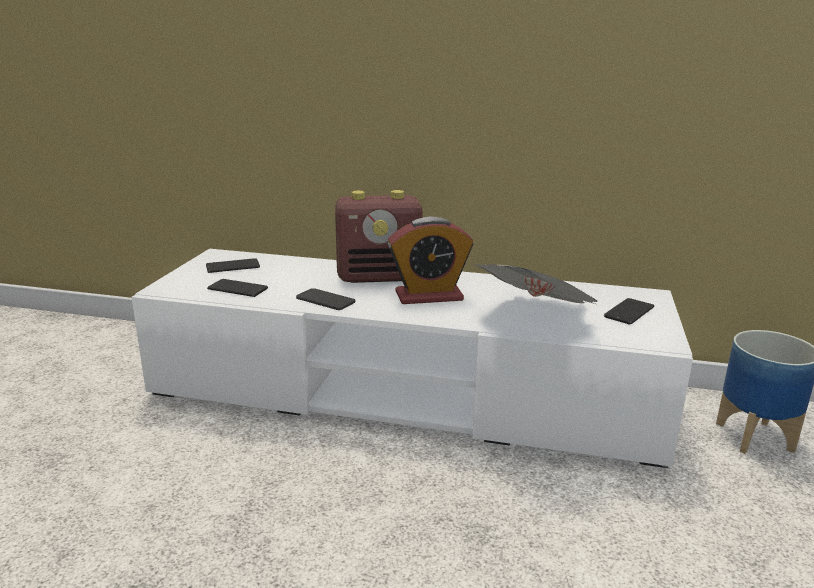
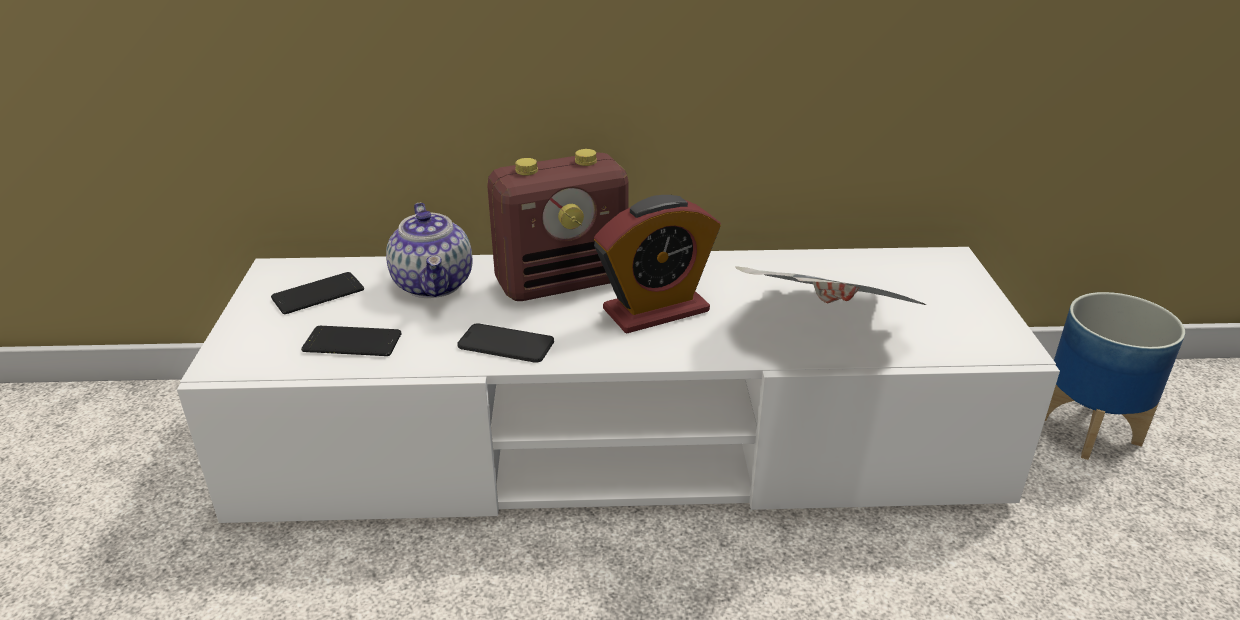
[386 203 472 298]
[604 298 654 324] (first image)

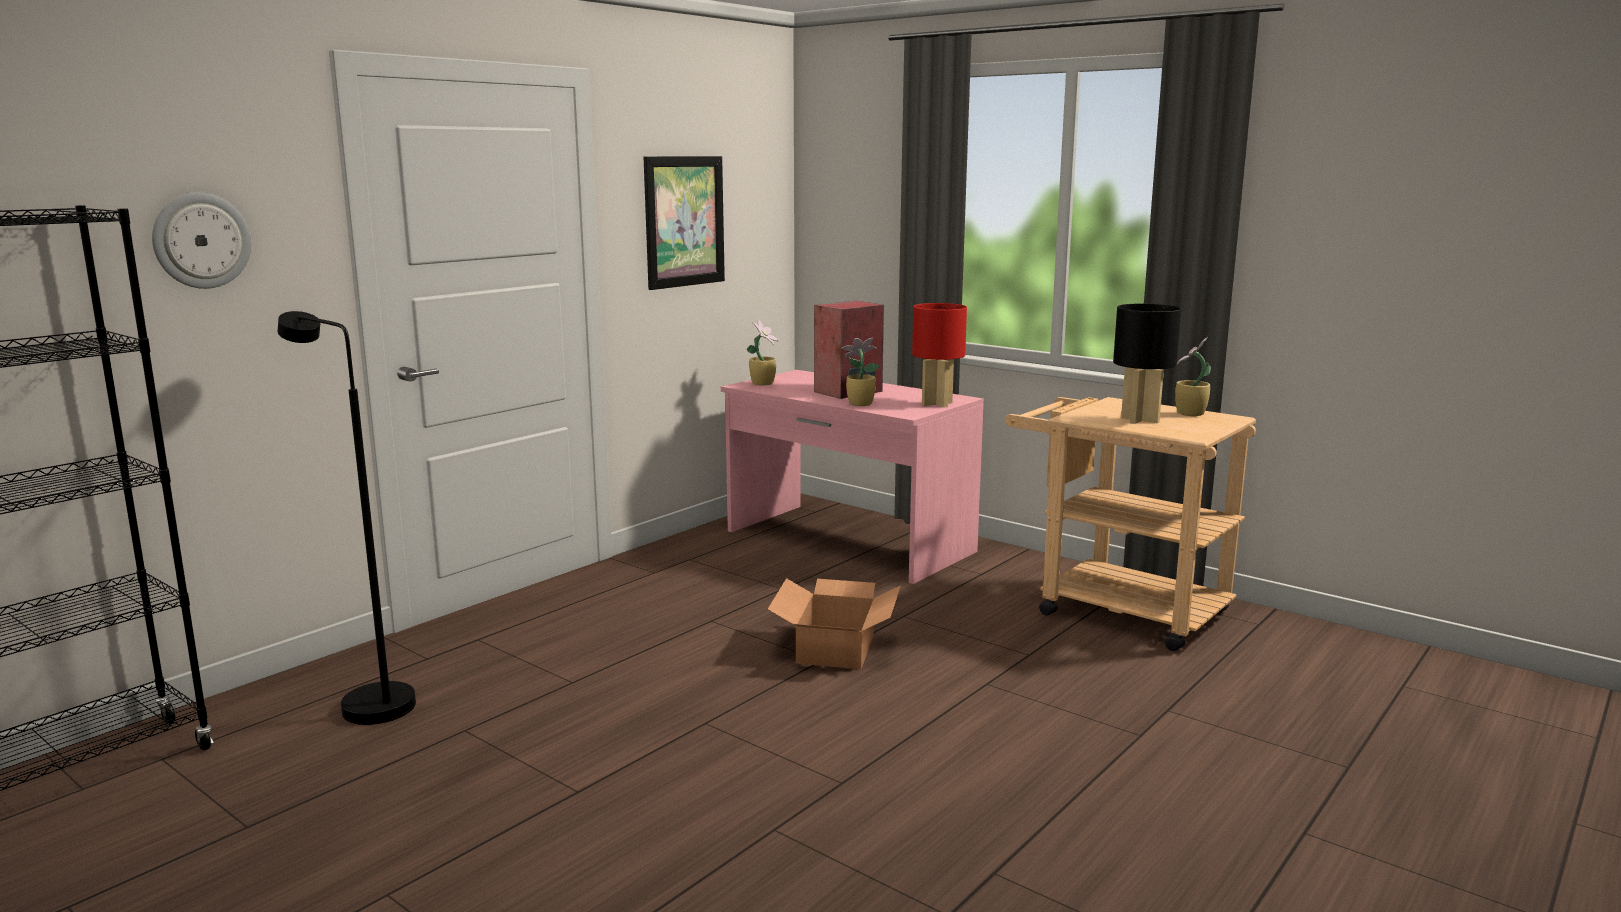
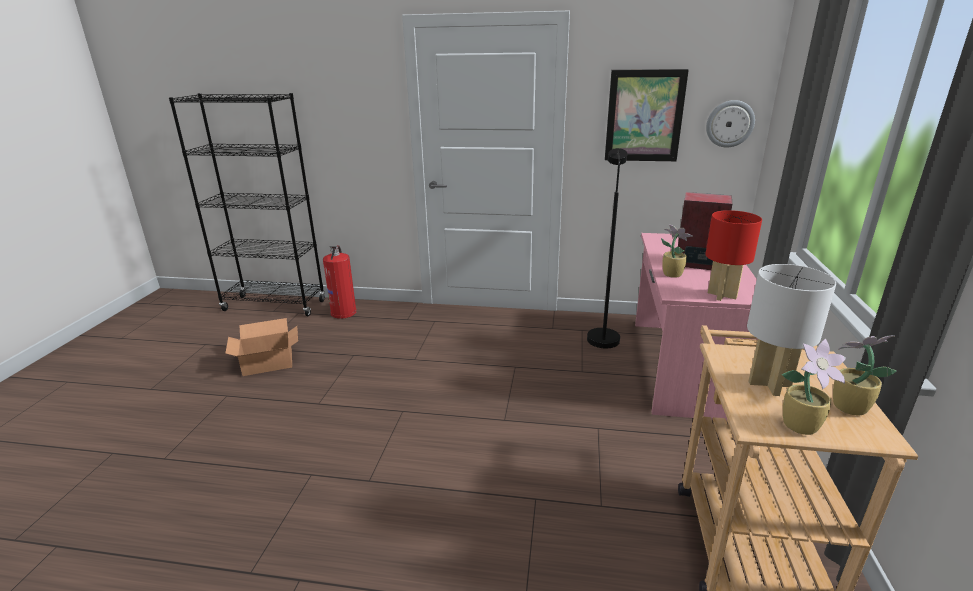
[225 318 298 376]
[323 245 357 319]
[587 148 627 348]
[706 100 755 147]
[747 264 836 396]
[782 339 846 435]

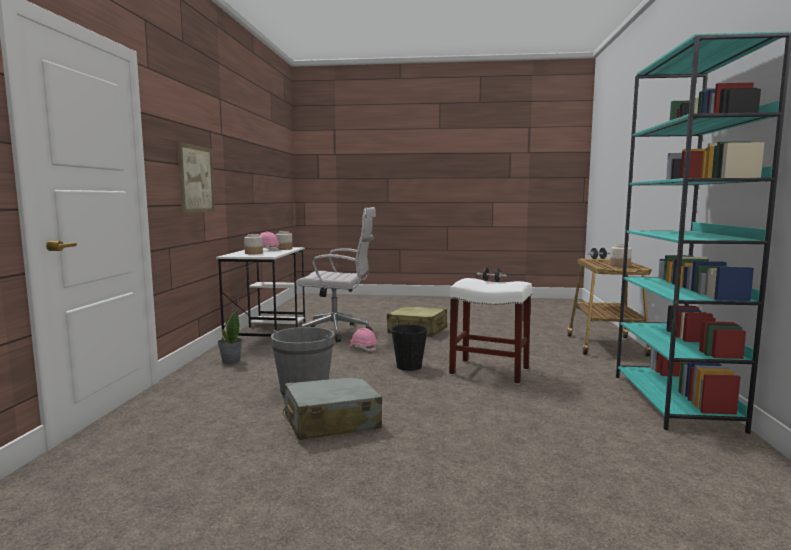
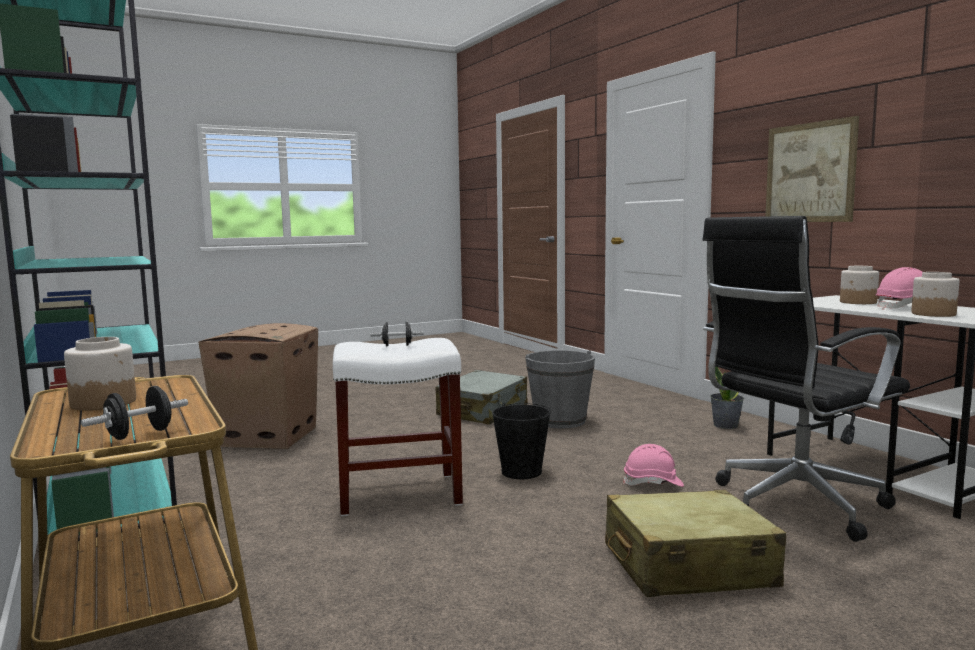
[199 323 318 449]
[702 216 910 542]

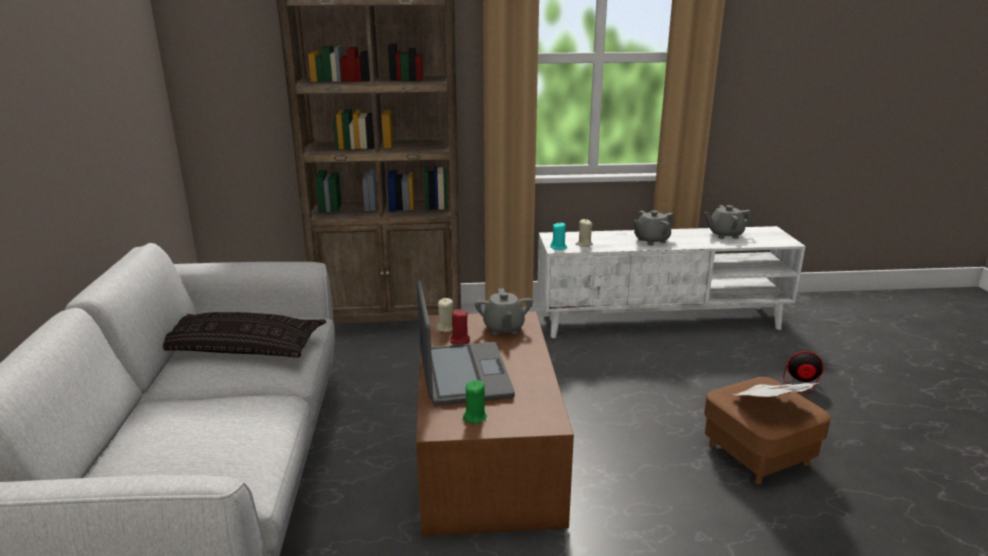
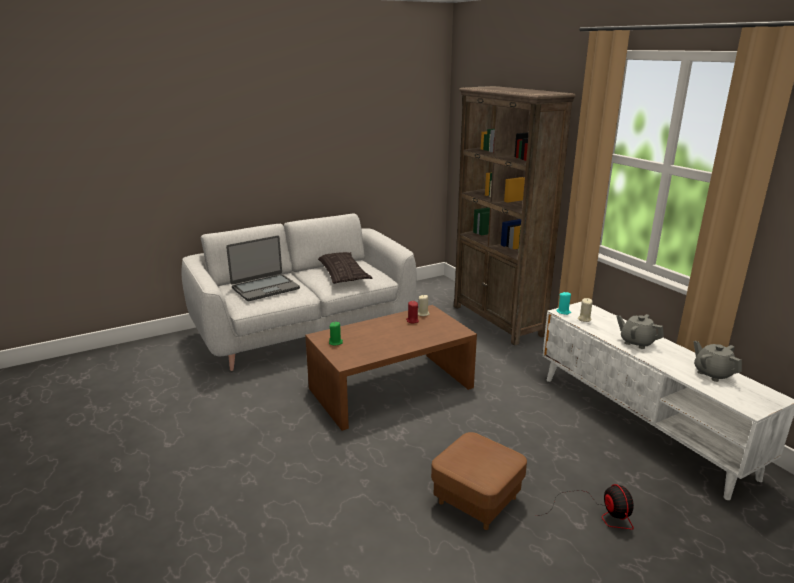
[226 236 300 301]
[475 288 533 335] (first image)
[732 383 820 397] (first image)

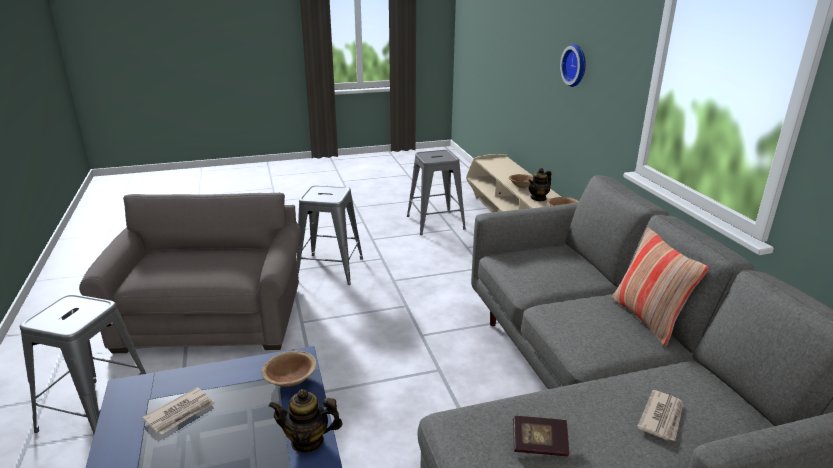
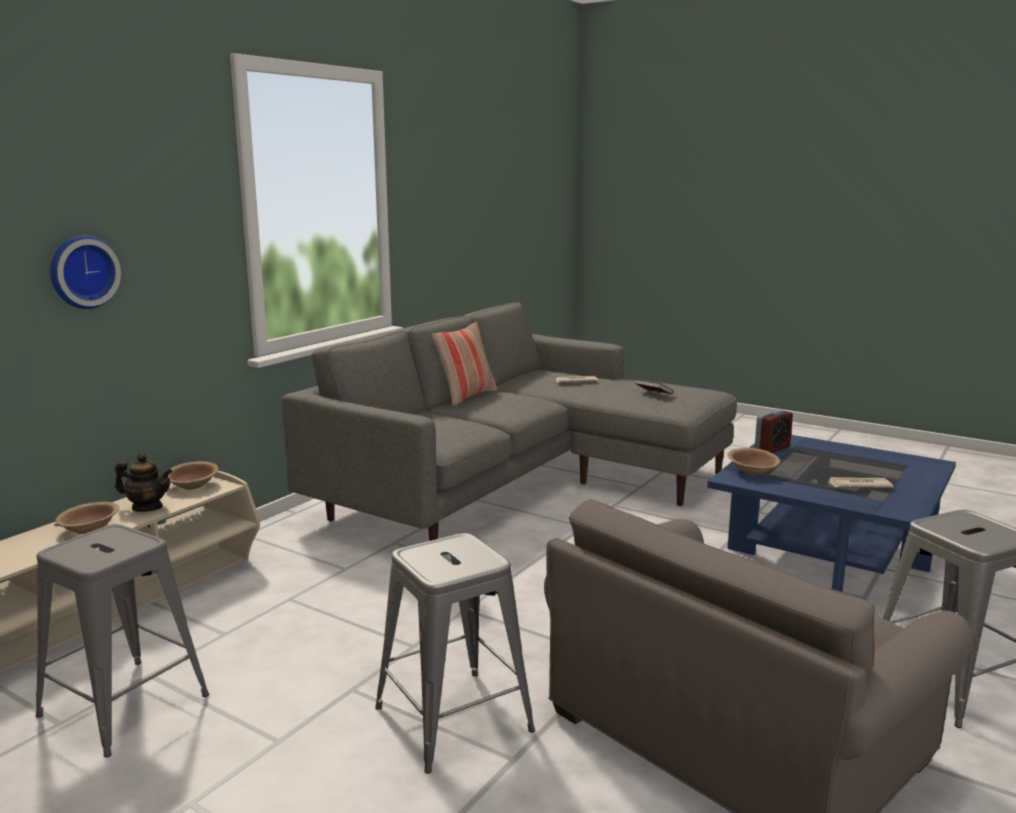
[754 409 793 453]

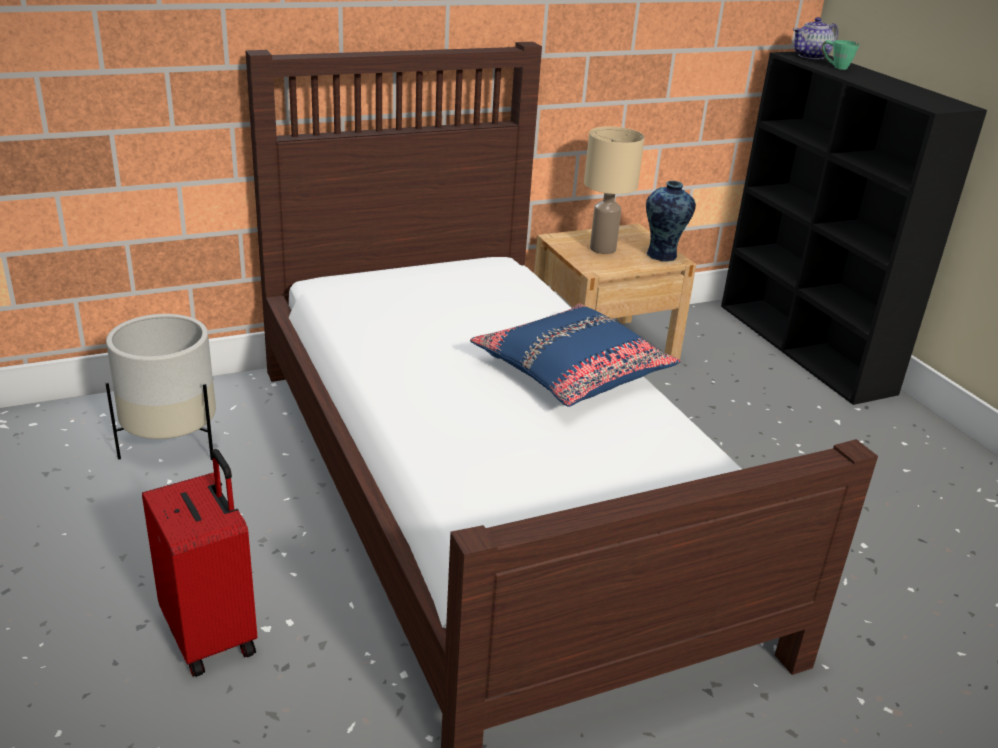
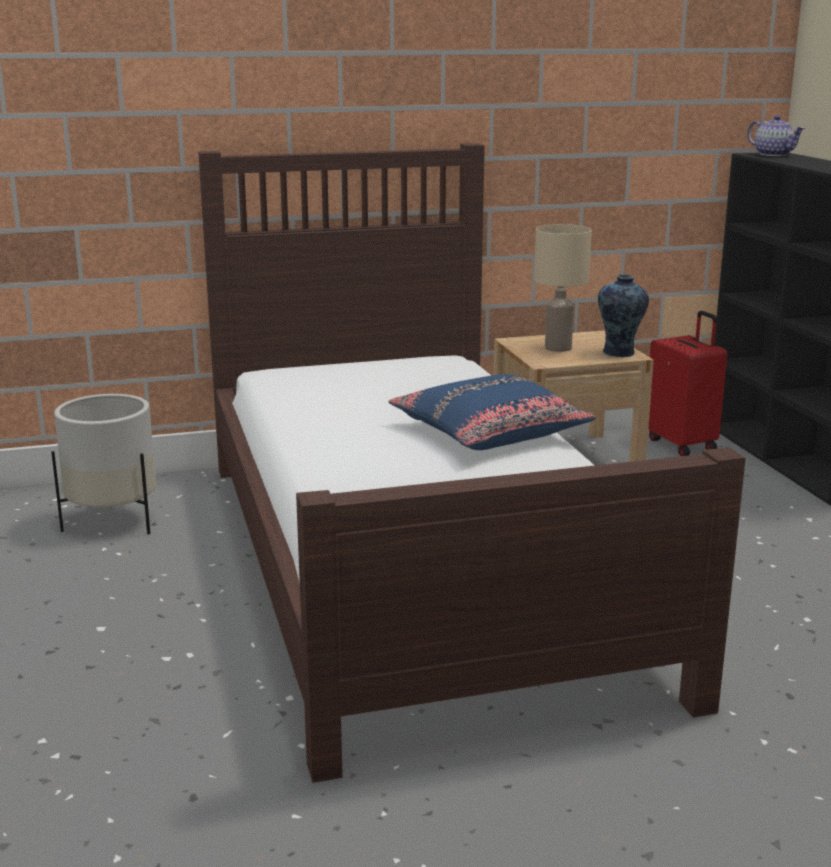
[648 311 727 456]
[747 115 805 156]
[822 40 859 70] (first image)

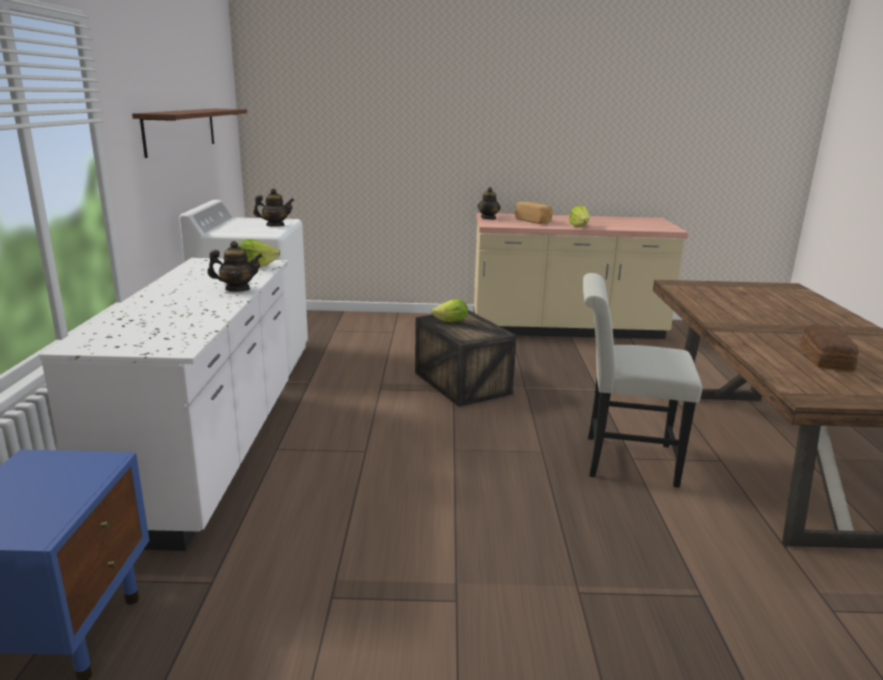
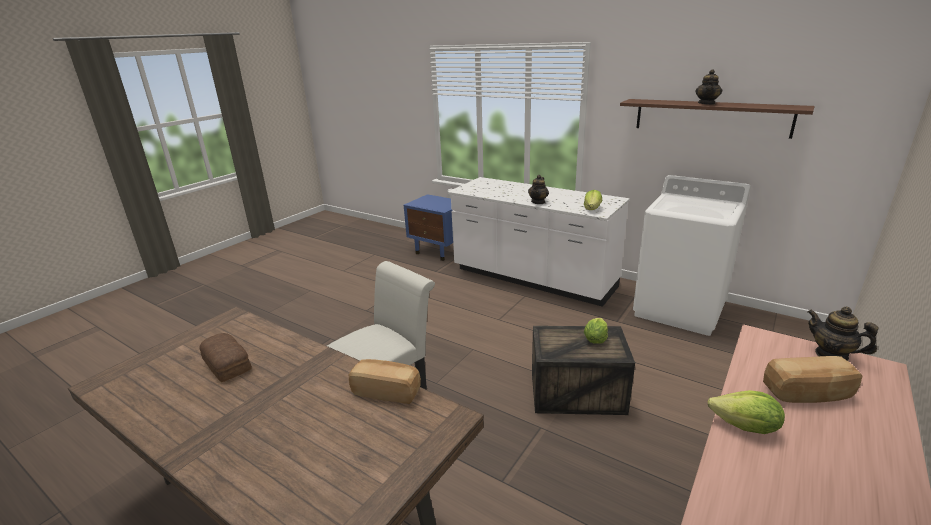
[349 359 421 404]
[695 69 722 105]

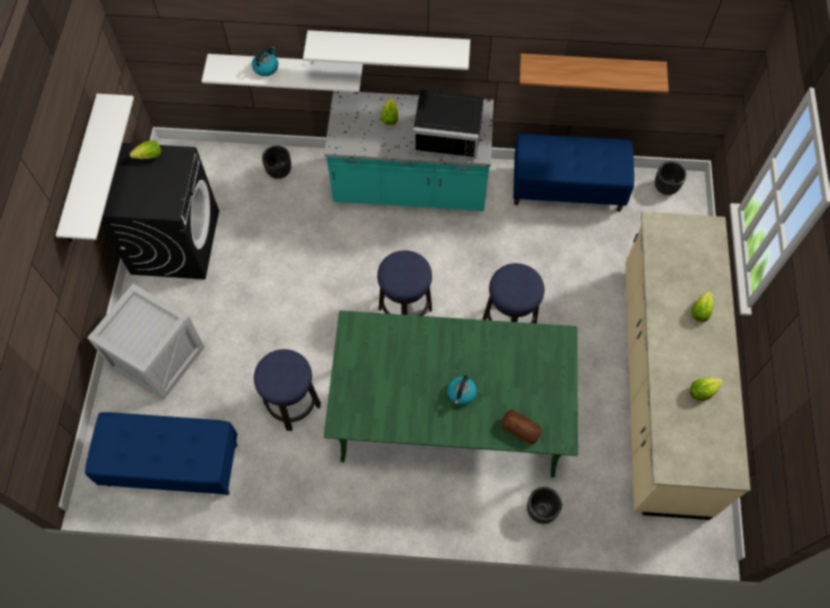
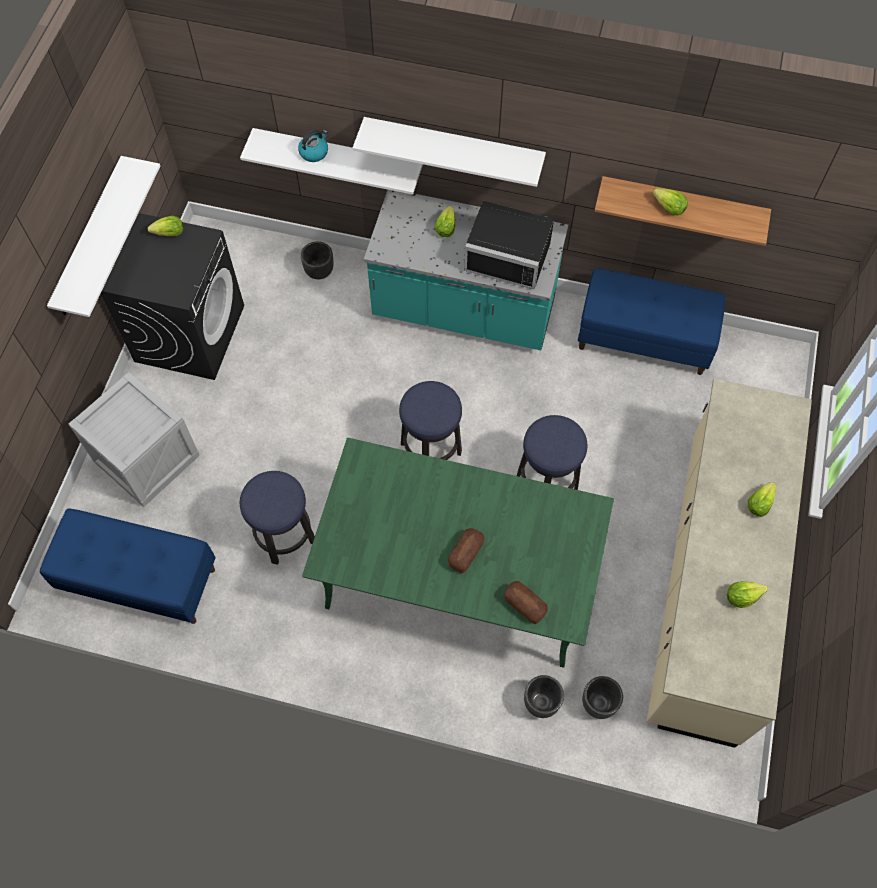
[448 528 485 573]
[582 676 623 719]
[653 188 688 215]

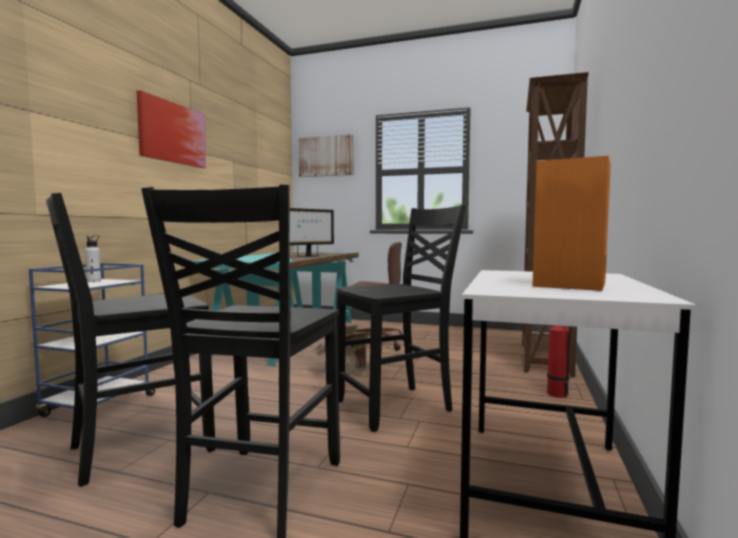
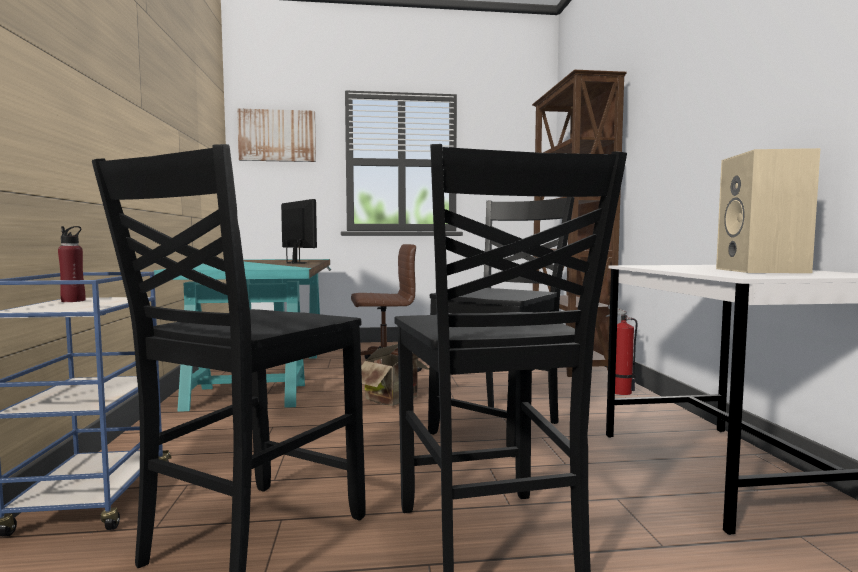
[58 226 85 302]
[281 199 317 264]
[716 148 821 273]
[137 90 206 168] (first image)

